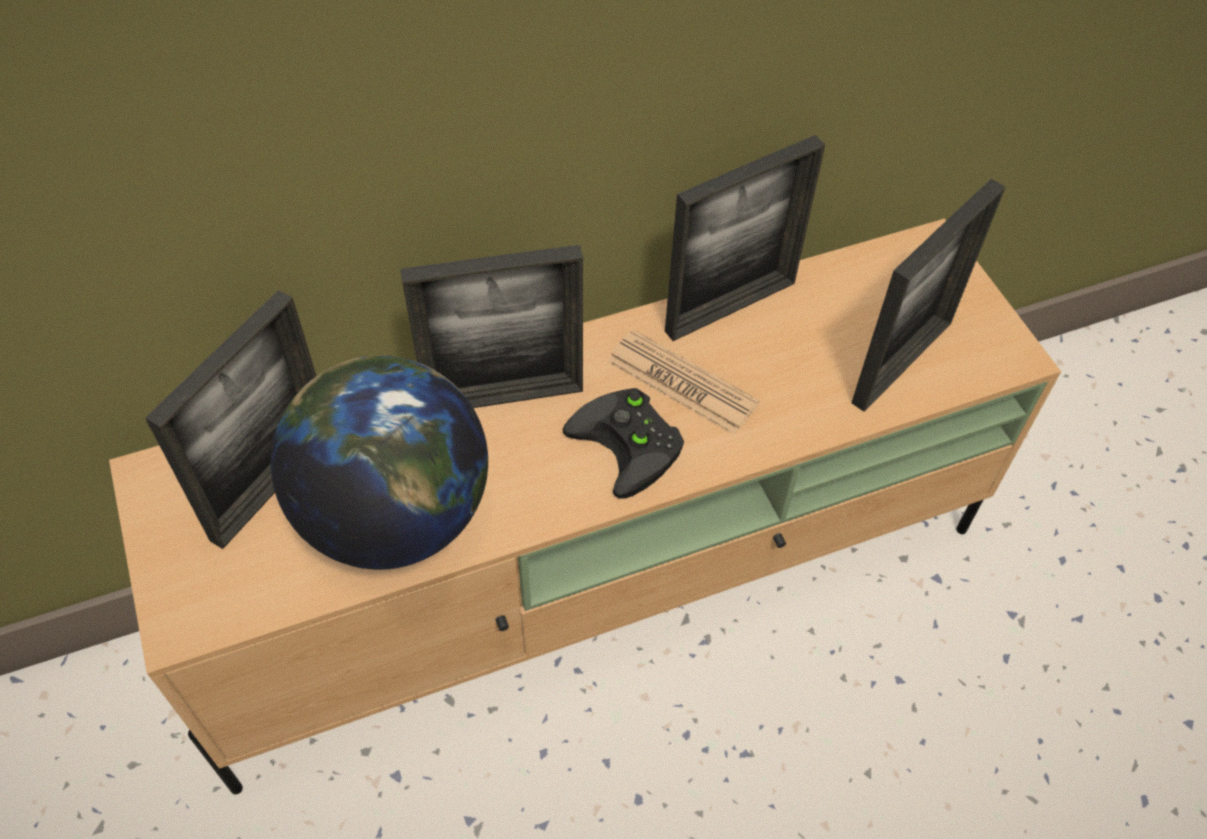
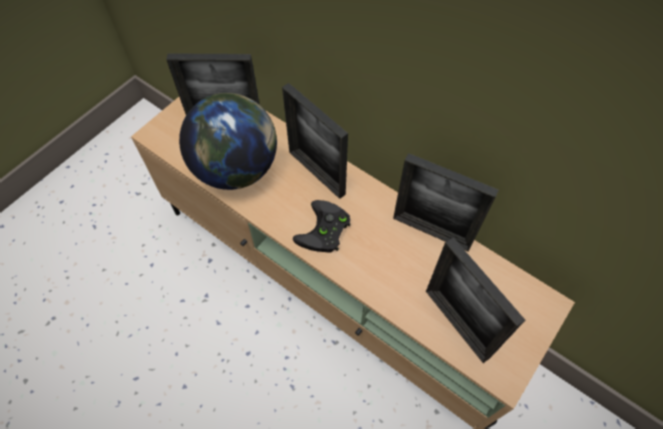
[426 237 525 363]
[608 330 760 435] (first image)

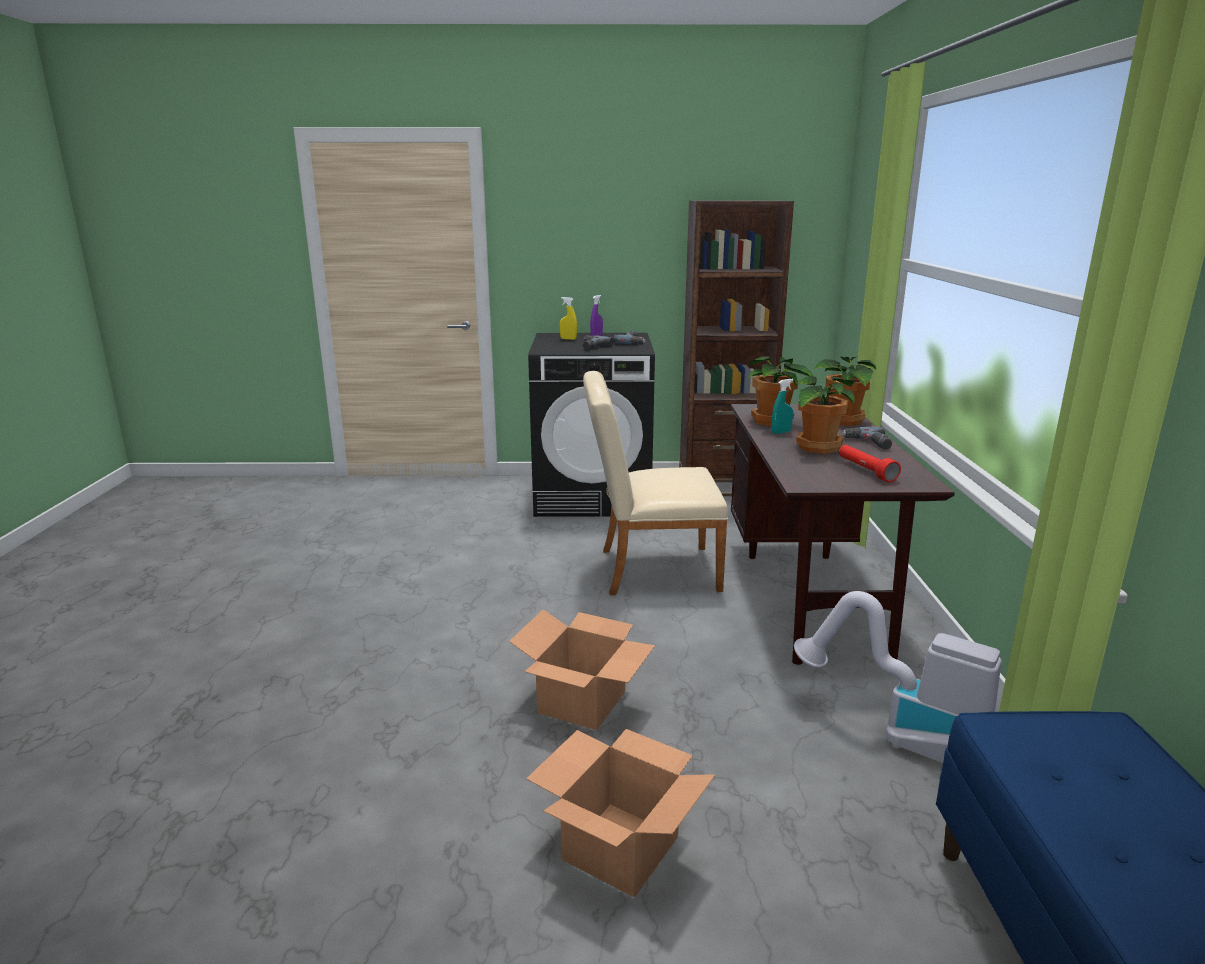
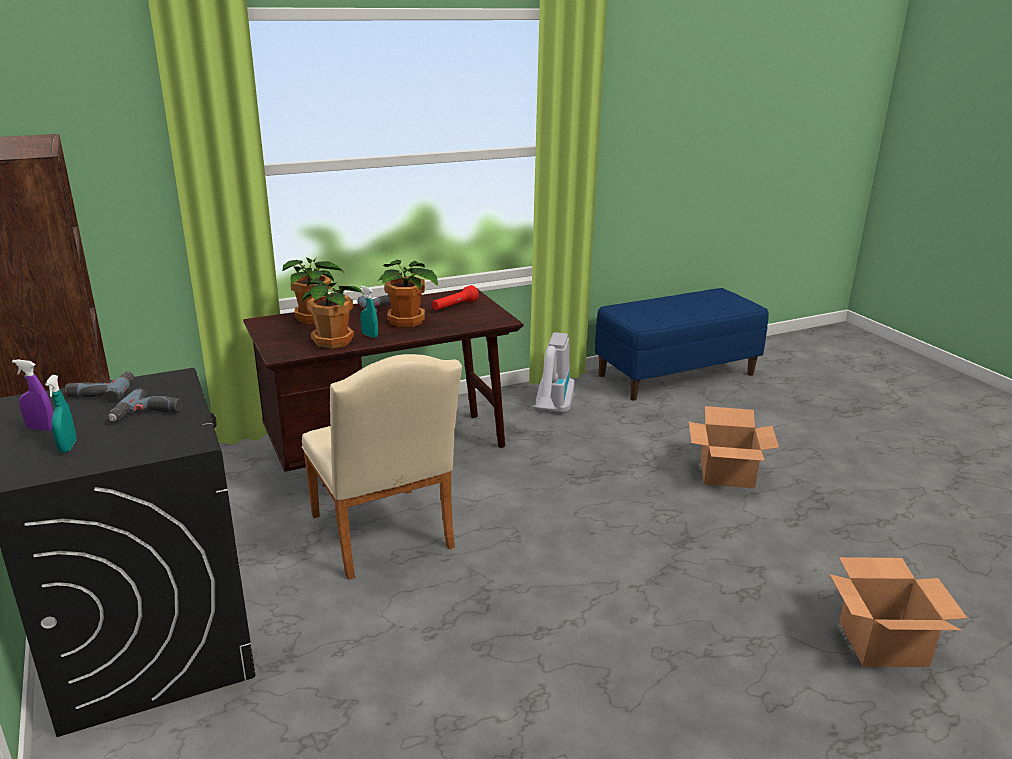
[45 375 76 453]
[829 557 968 667]

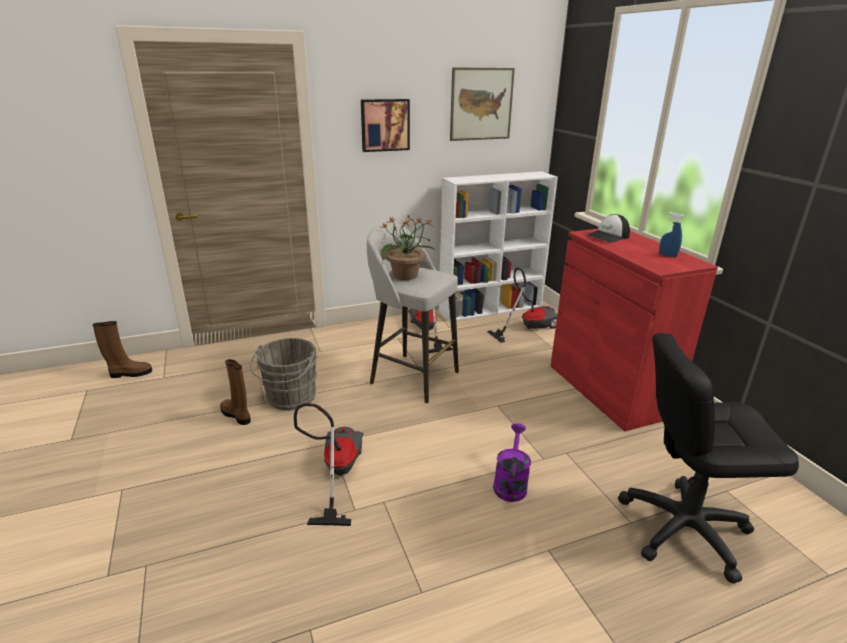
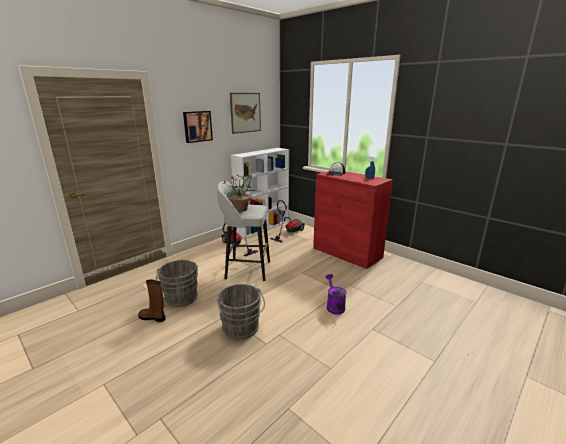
[217 284 265 340]
[93 321 152 378] (first image)
[618 333 799 584] (first image)

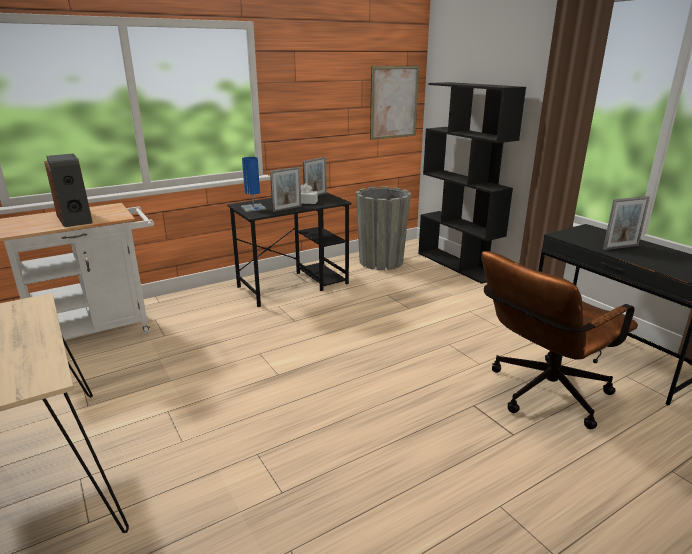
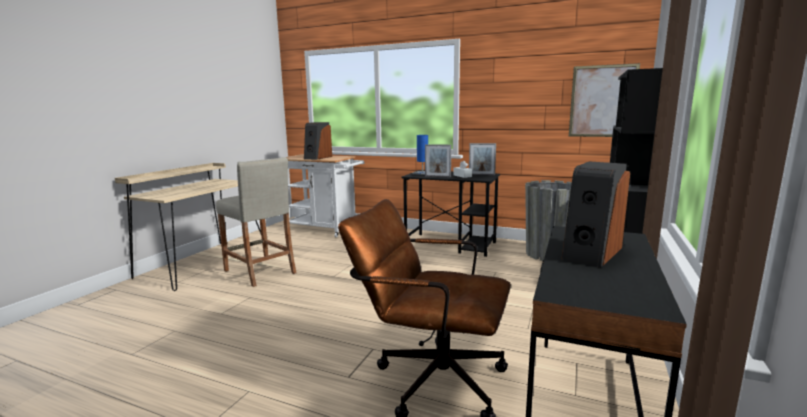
[216 157 296 287]
[561 161 630 268]

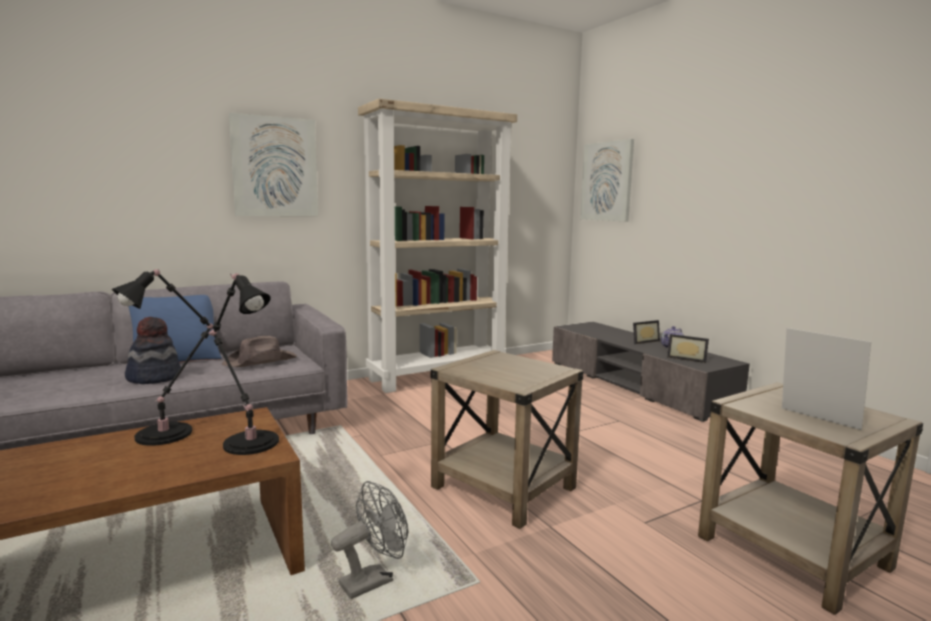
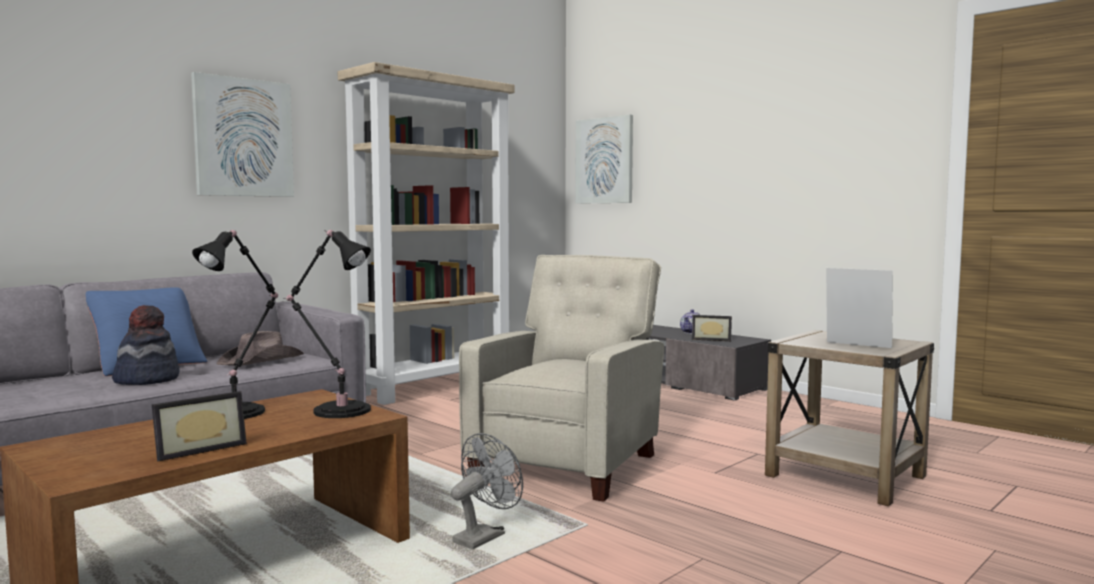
[152 391 247 461]
[459 255 664 502]

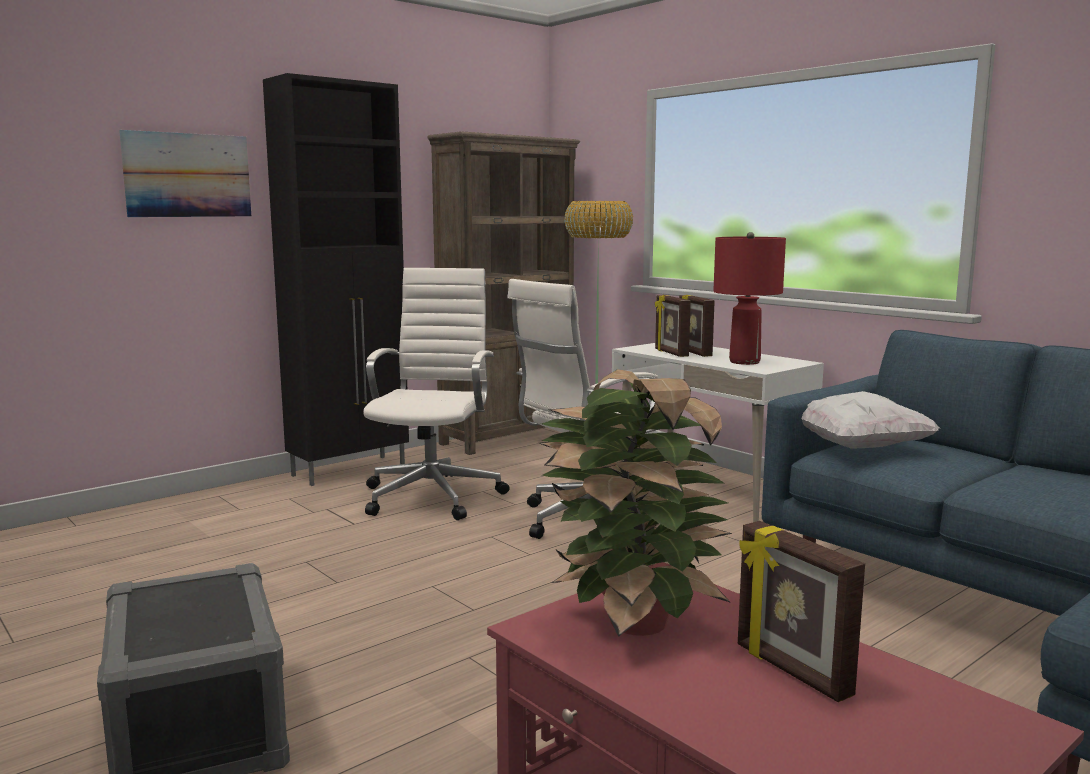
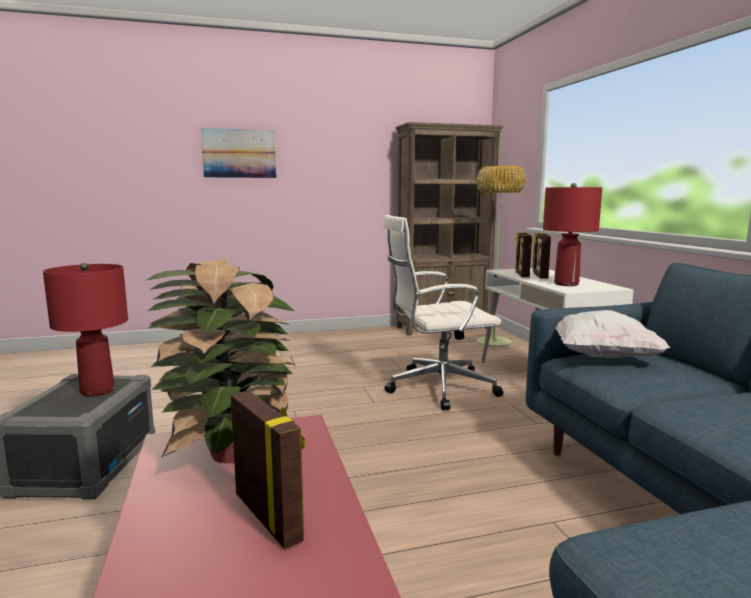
[43 263 128 397]
[231 391 305 549]
[263 73 409 486] (first image)
[363 268 510 520] (first image)

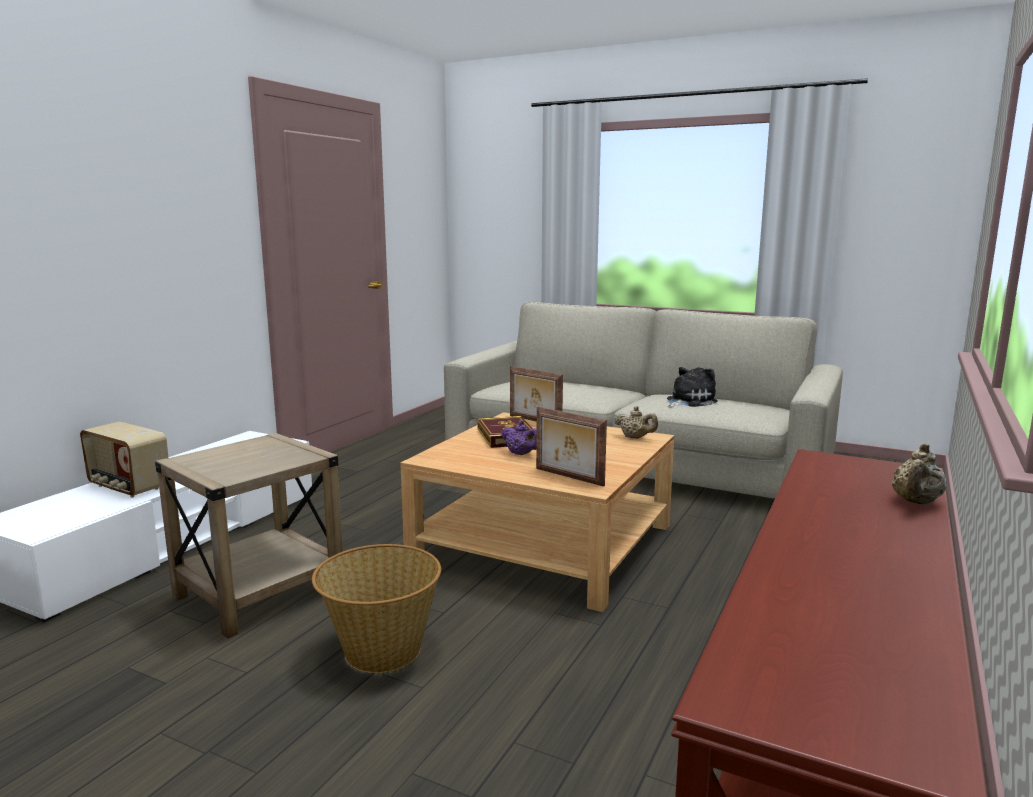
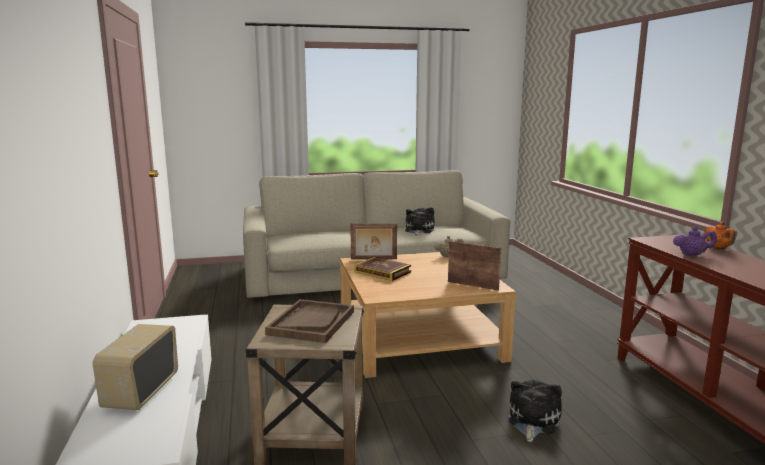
[93 324 178 410]
[265 299 354 343]
[448 241 501 291]
[508 380 562 442]
[673 227 717 256]
[704 222 736 249]
[312 544 441 673] (first image)

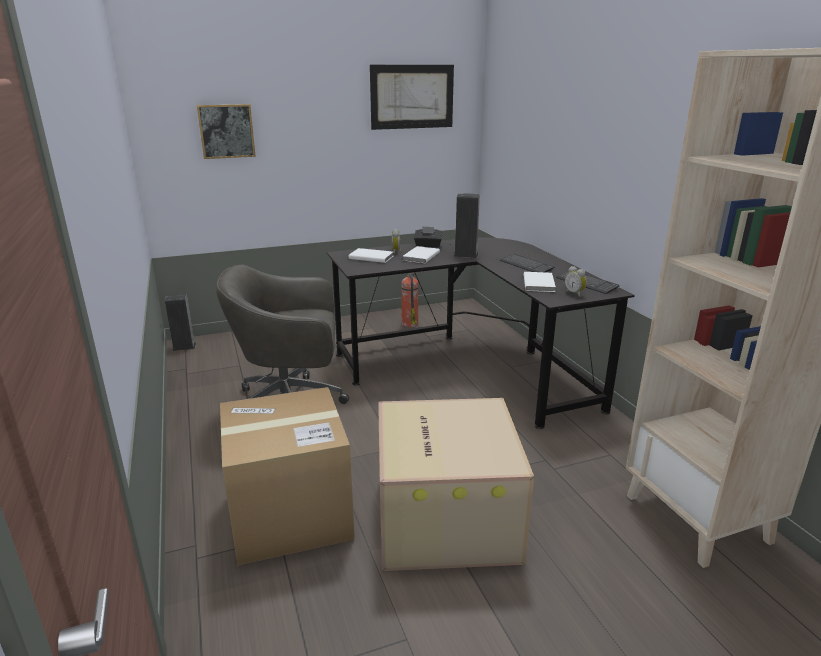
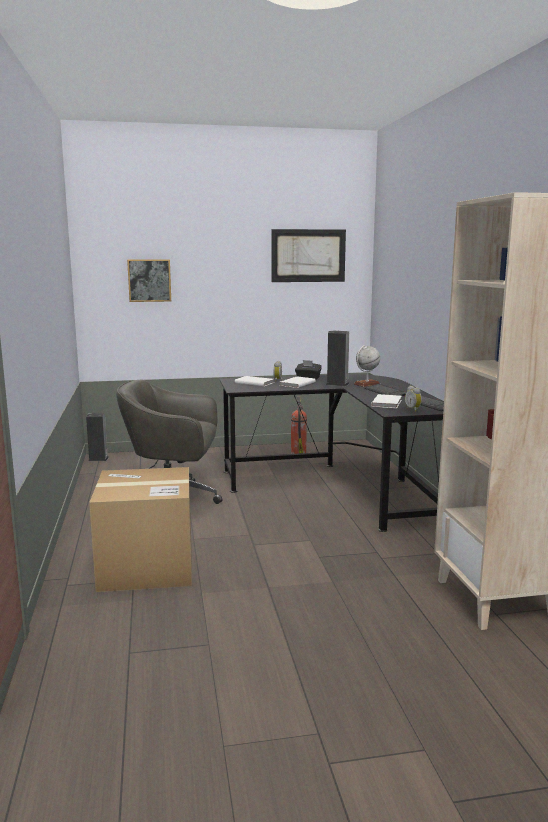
[354 345 380 387]
[378 398 534 571] (first image)

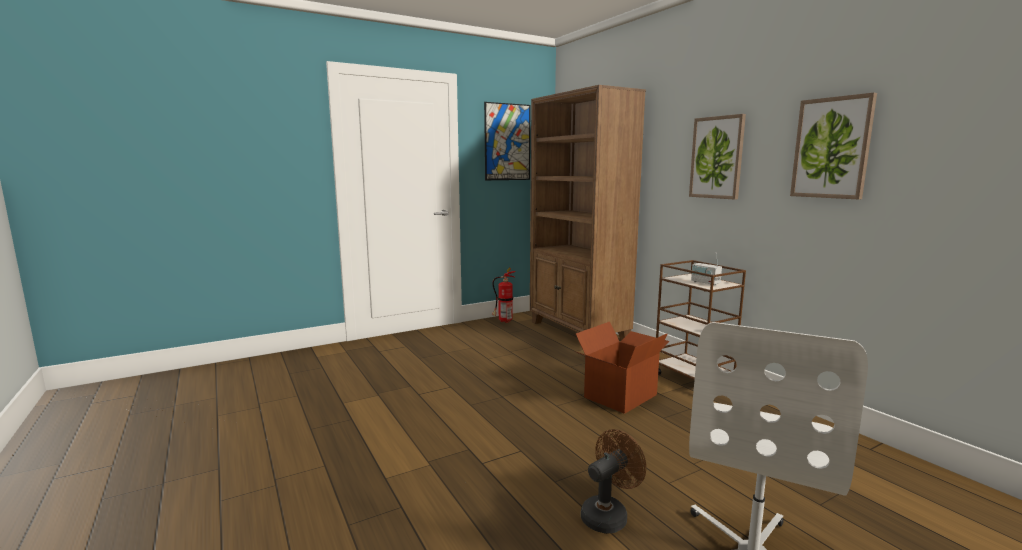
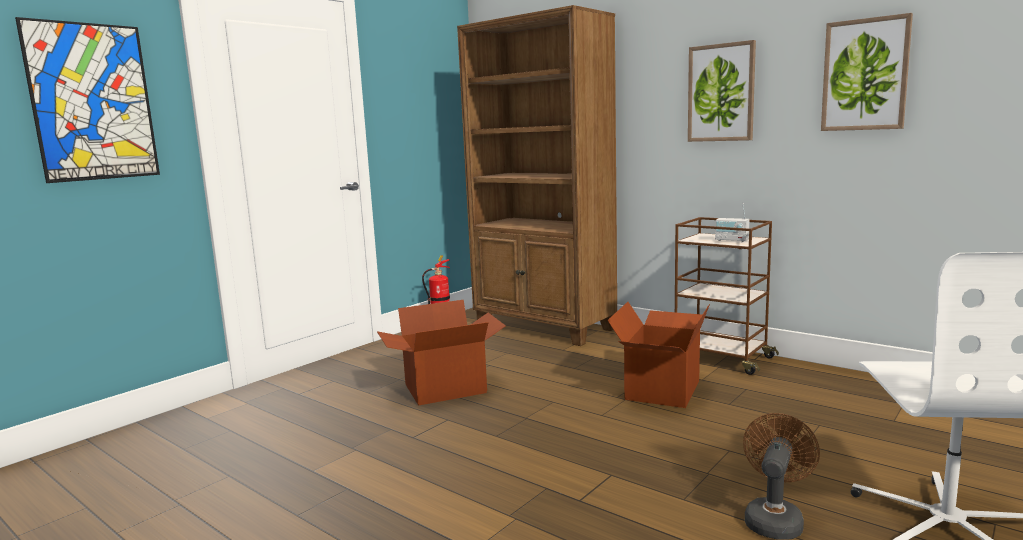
[15 17 160 183]
[377 300 506 405]

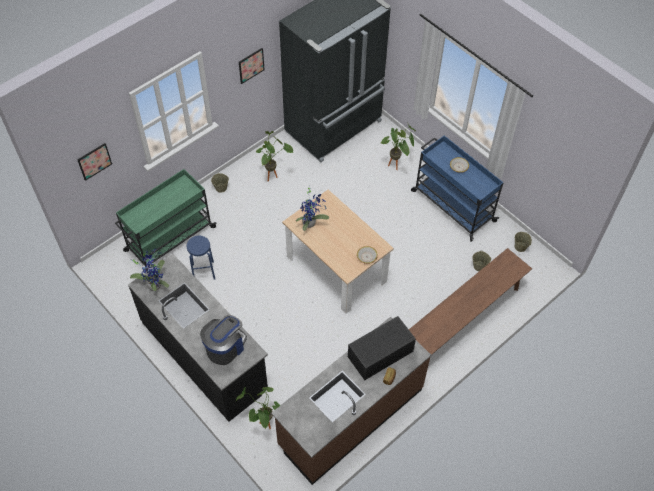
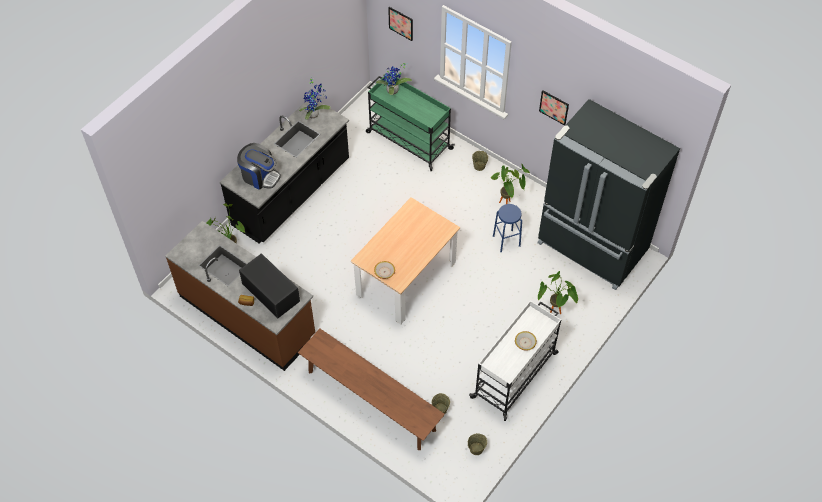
[376 63 412 95]
[469 300 561 421]
[493 204 522 252]

